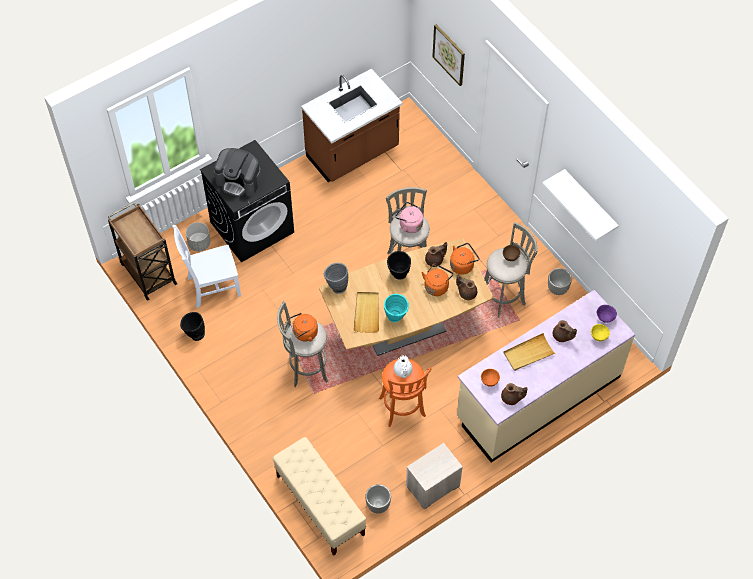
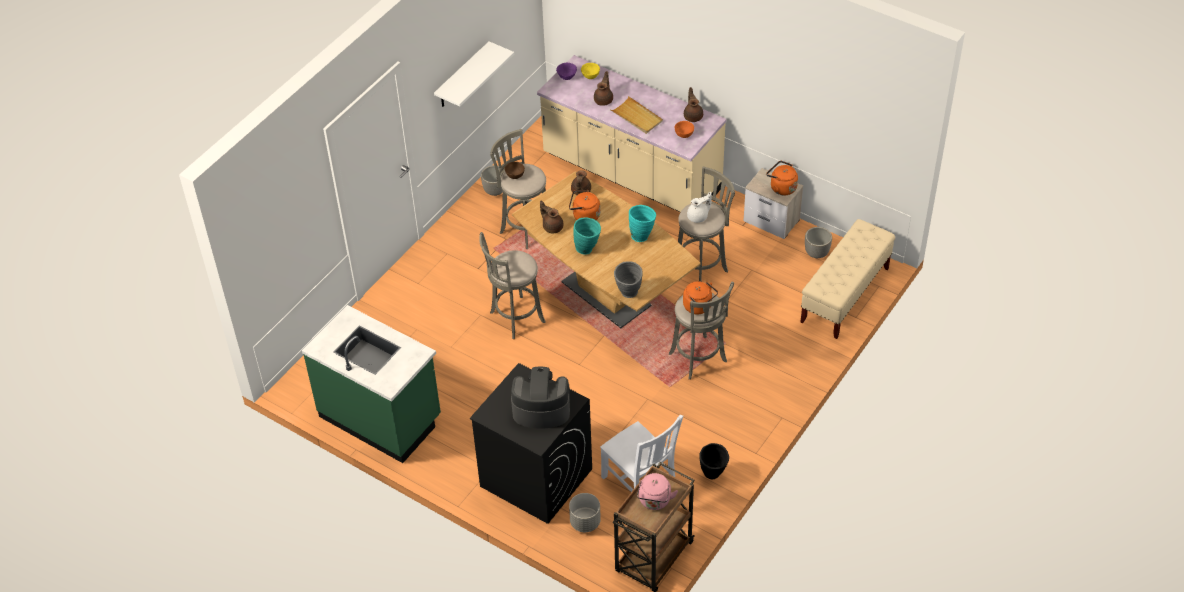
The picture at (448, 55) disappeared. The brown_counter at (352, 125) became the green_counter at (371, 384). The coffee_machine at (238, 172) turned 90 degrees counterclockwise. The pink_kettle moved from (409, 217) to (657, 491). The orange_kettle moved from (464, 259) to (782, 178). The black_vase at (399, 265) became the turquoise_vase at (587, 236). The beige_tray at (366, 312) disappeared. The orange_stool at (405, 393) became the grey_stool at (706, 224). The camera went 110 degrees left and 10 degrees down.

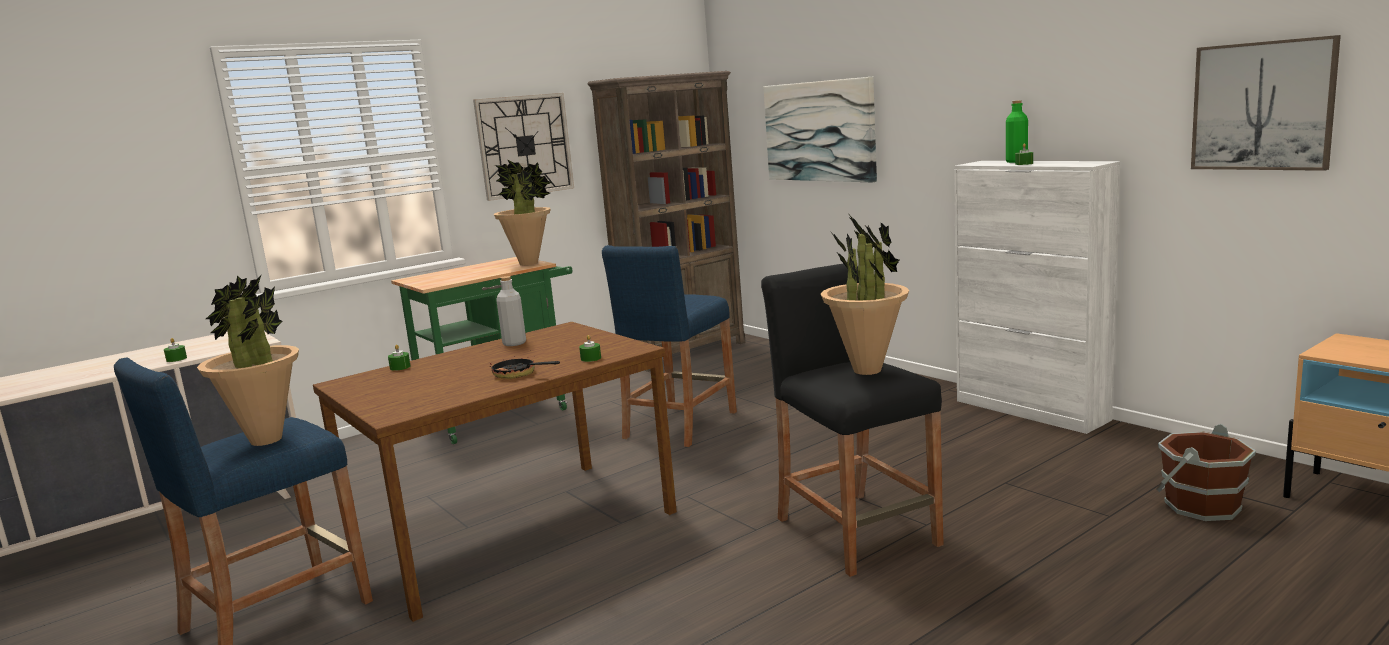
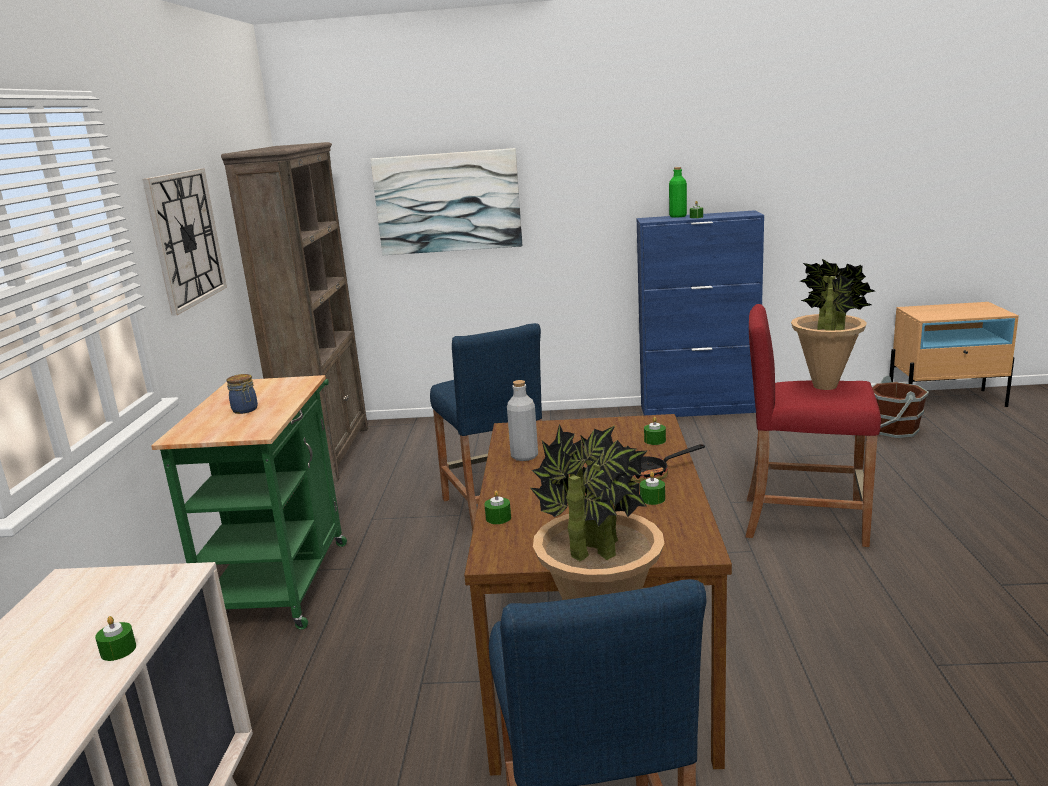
The picture at (1266, 103) disappeared. The potted_plant at (523, 213) disappeared. The white_cabinet at (1037, 297) became the blue_cabinet at (700, 313). The black_stool at (852, 420) became the red_stool at (813, 425). The jar at (242, 394) appeared. The green_candle at (652, 488) appeared. The camera went 50 degrees left and 5 degrees up.

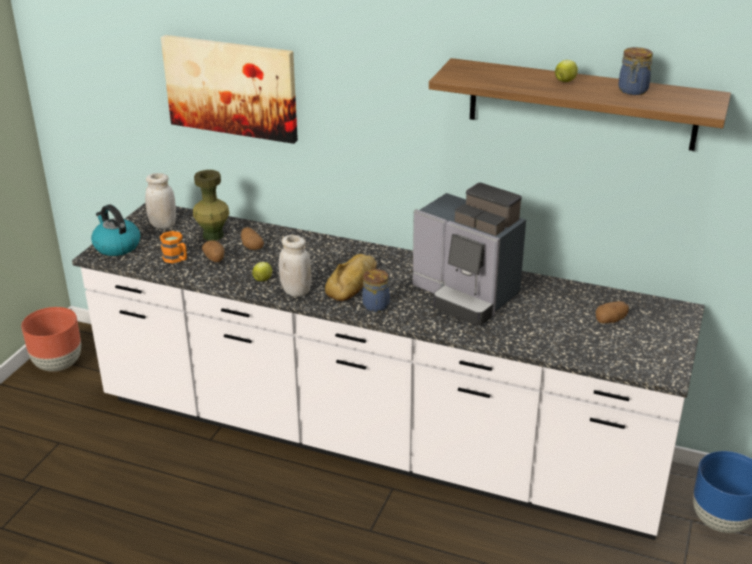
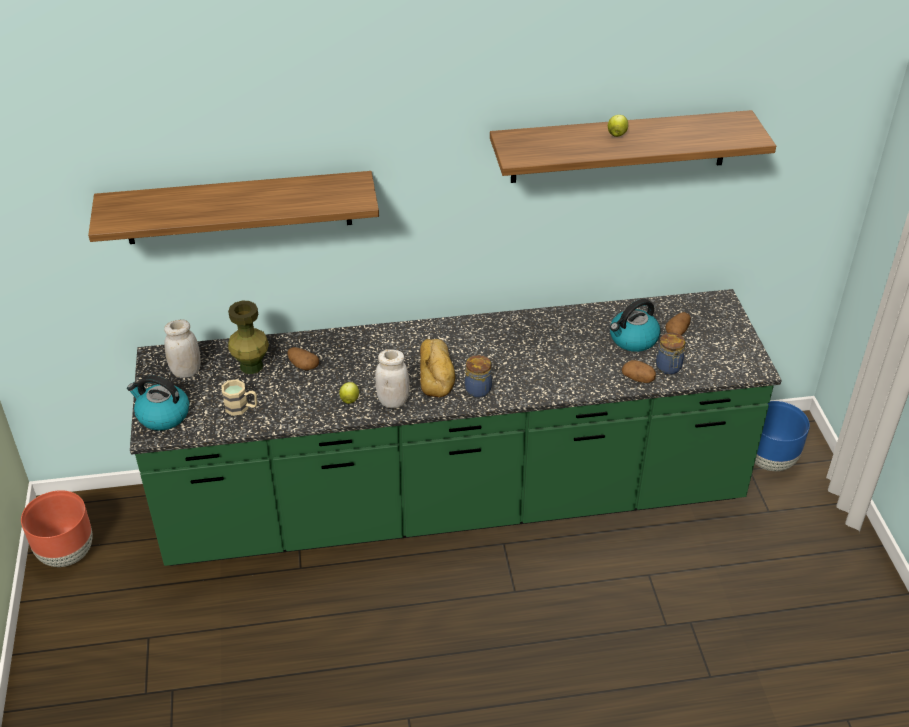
The picture at (229, 89) was replaced by the shelf at (233, 207). The jar moved from (635, 71) to (670, 354). The coffee_machine at (469, 254) disappeared. The white_counter at (388, 371) became the green_counter at (456, 427). The orange_mug at (173, 247) became the beige_mug at (239, 397). The potato moved from (213, 251) to (639, 371). The kettle at (635, 325) appeared. The camera went 30 degrees left and 10 degrees up.

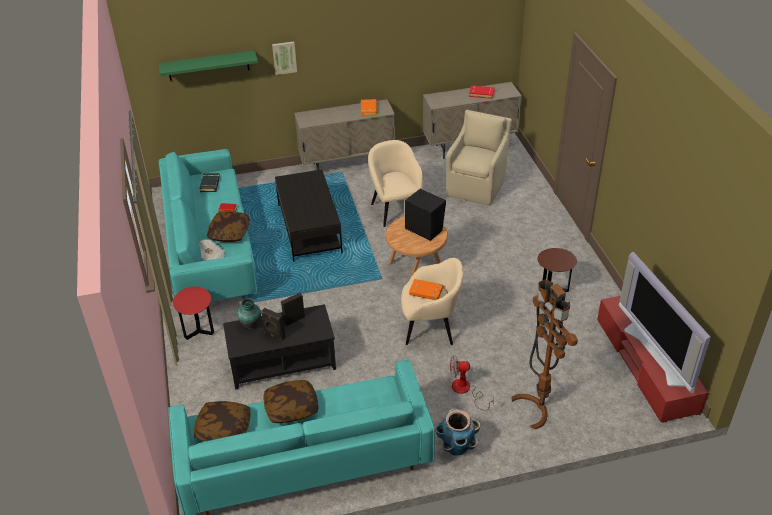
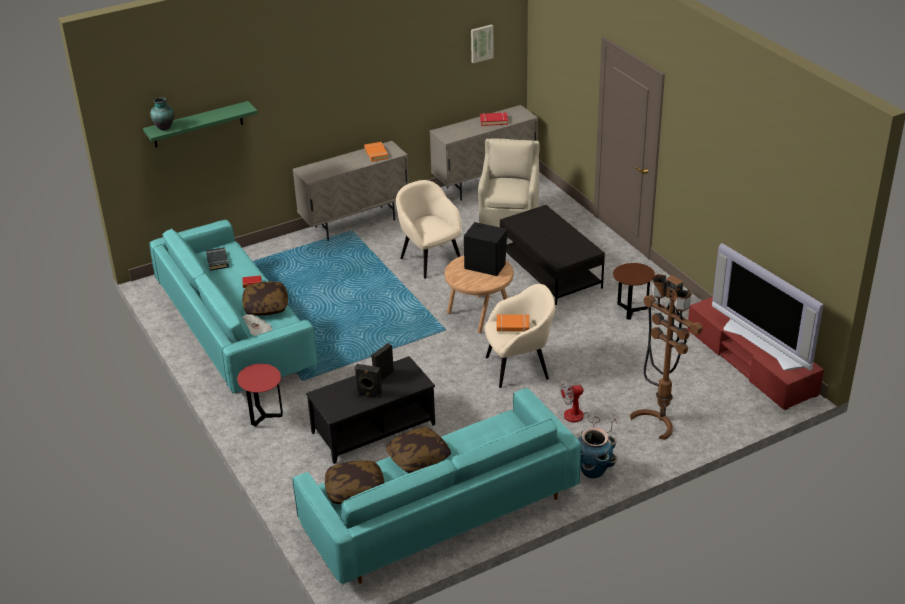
The picture moved from (284, 58) to (482, 44). The black_coffee_table moved from (309, 215) to (552, 255). The vase moved from (249, 313) to (162, 114). The camera went 15 degrees left and 5 degrees down.

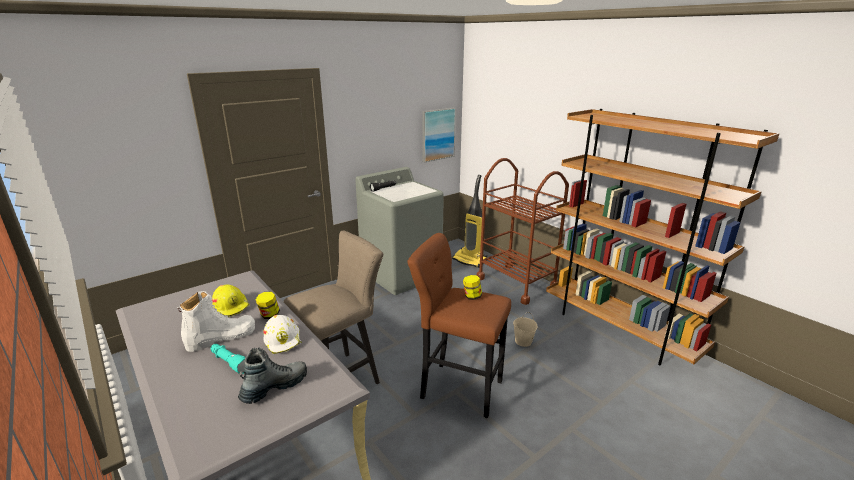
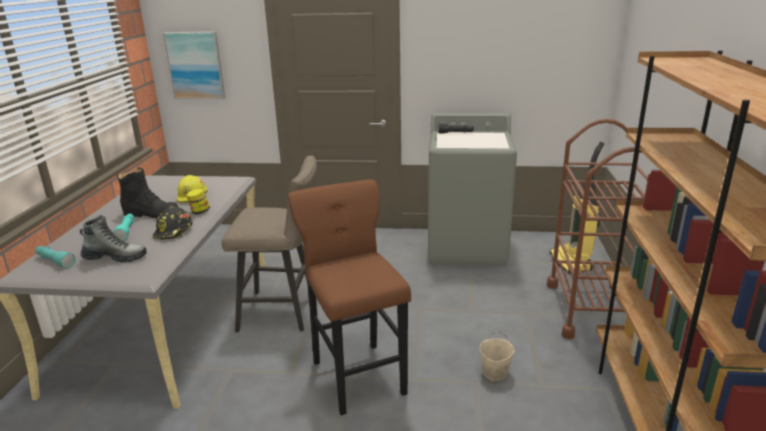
The picture moved from (439, 135) to (194, 65). The jar at (472, 287) disappeared. The white_boot at (216, 321) became the black_boot at (147, 193). The white_hard_hat at (282, 334) became the black_hard_hat at (173, 222). The turquoise_flashlight at (55, 257) appeared. The camera went 45 degrees right and 0 degrees up.

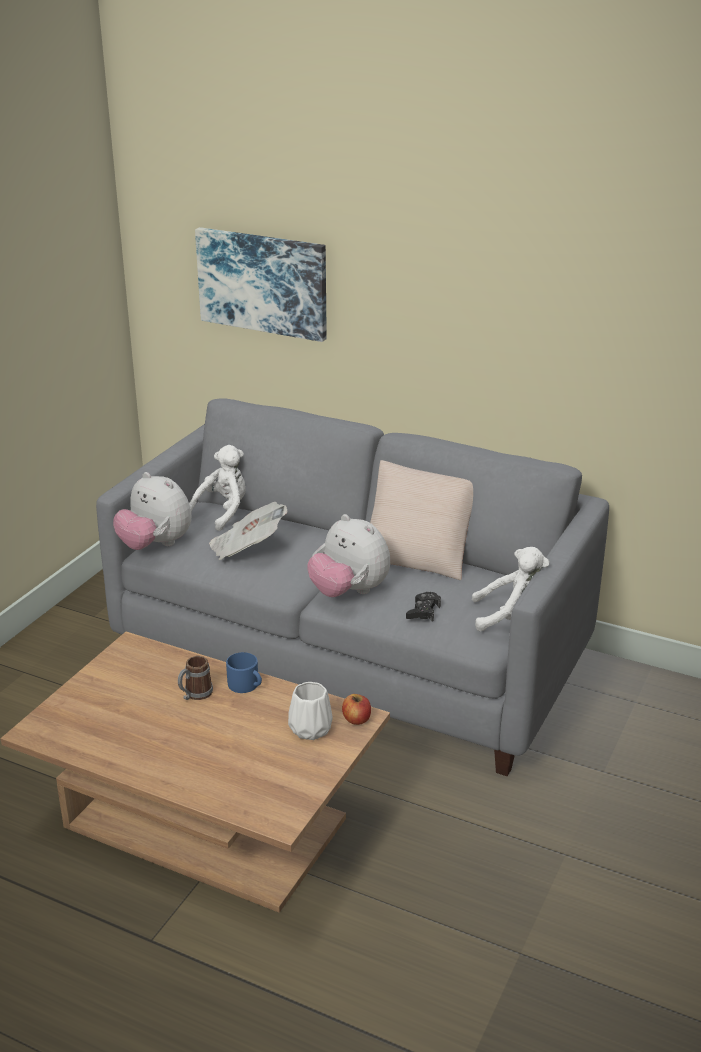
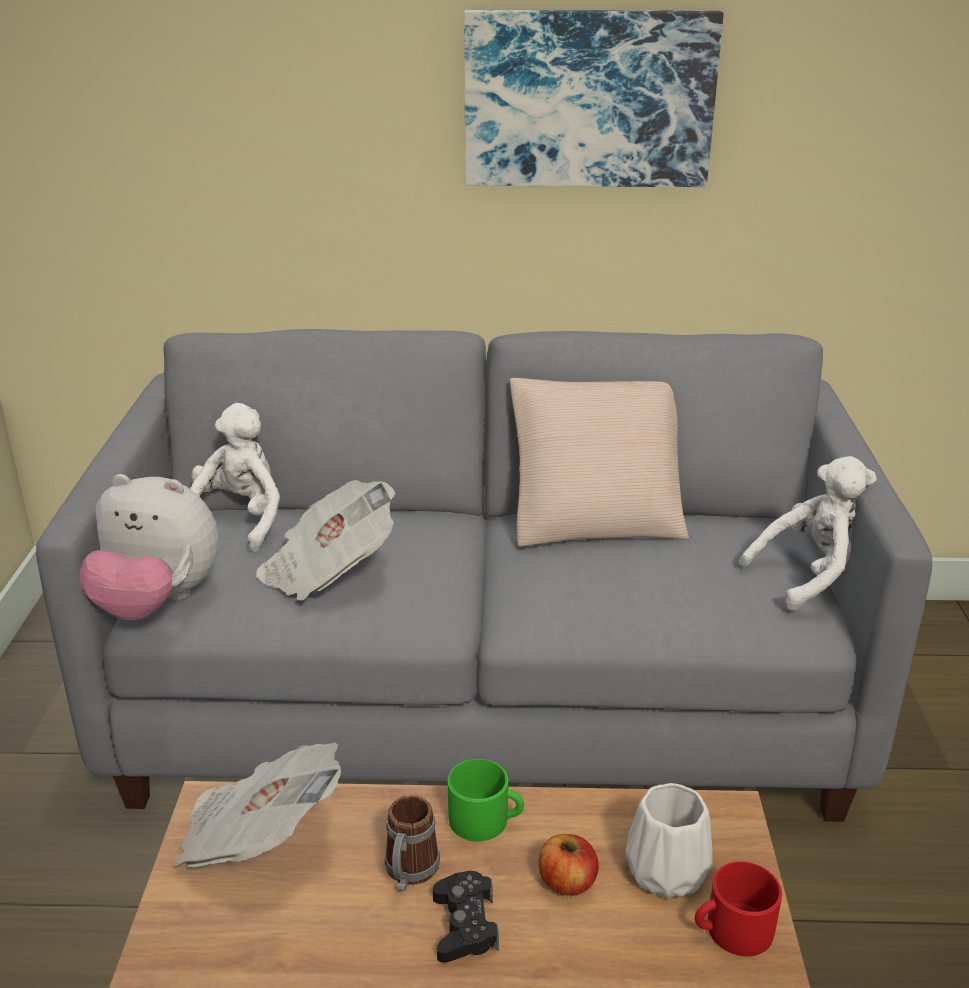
The picture moved from (261, 284) to (593, 98). The plush_toy at (348, 555) disappeared. The black_game_controller moved from (423, 607) to (466, 916). The blue_mug at (244, 672) became the green_mug at (486, 800). The apple moved from (356, 709) to (568, 865). The newspaper at (257, 805) appeared. The red_mug at (738, 909) appeared. The camera went 25 degrees left and 0 degrees up.

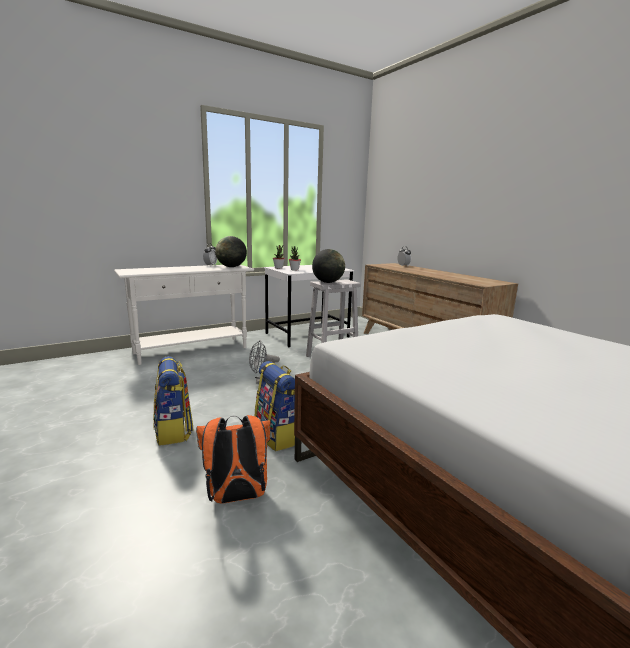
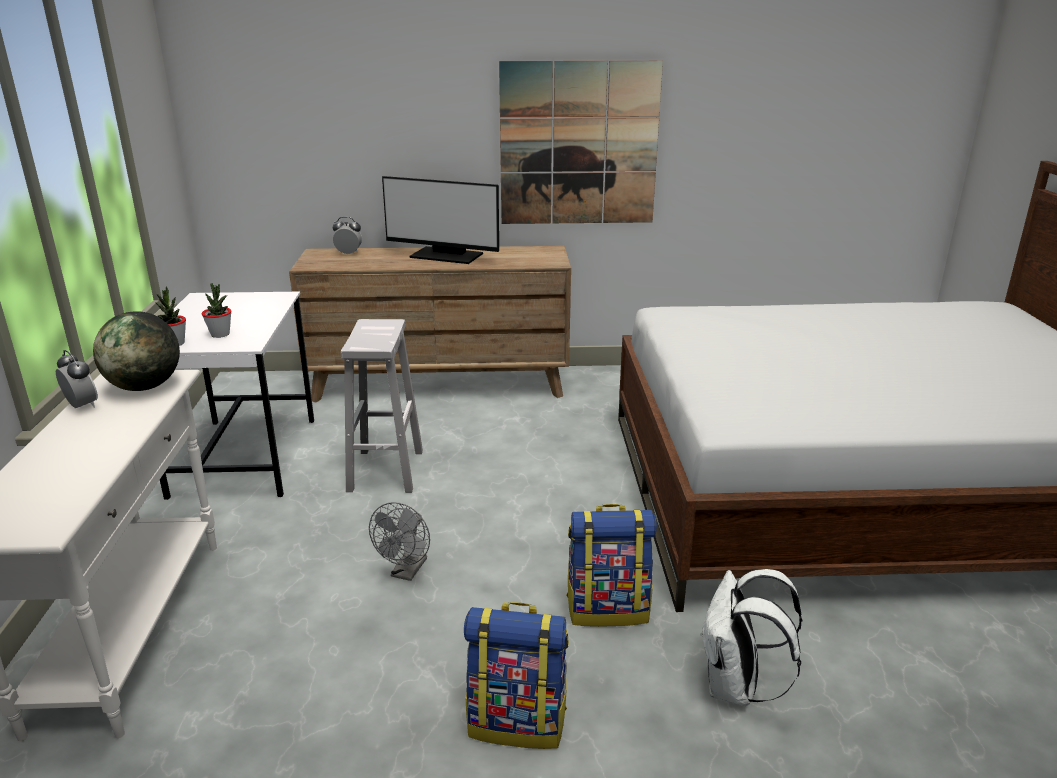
The globe at (328, 266) disappeared. The orange_backpack at (233, 459) became the white_backpack at (751, 637). The picture at (581, 142) appeared. The monitor at (440, 220) appeared. The camera went 60 degrees left and 10 degrees up.

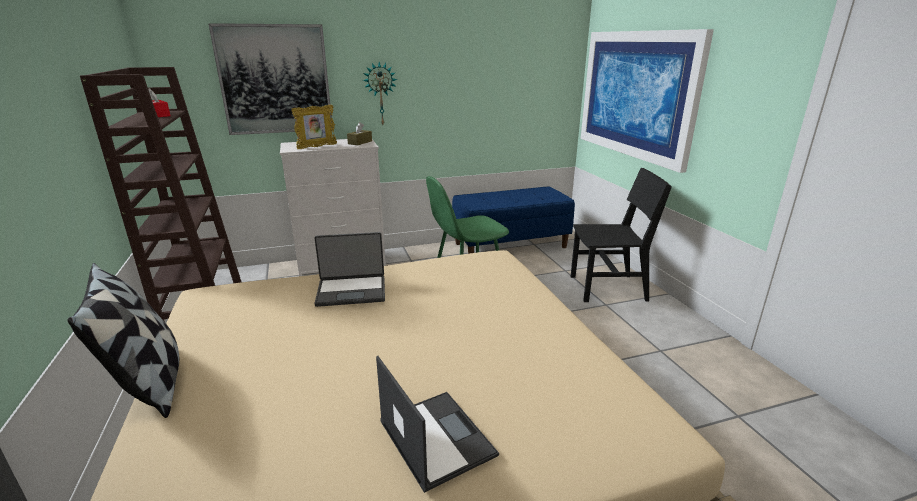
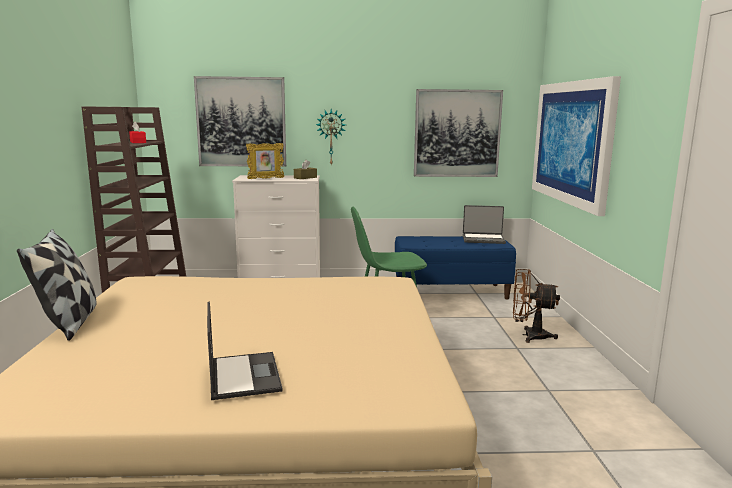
The black_chair at (621, 235) was replaced by the brown_fan at (536, 306). The laptop moved from (350, 269) to (484, 224). The picture at (458, 133) appeared. The camera went 15 degrees right and 10 degrees down.

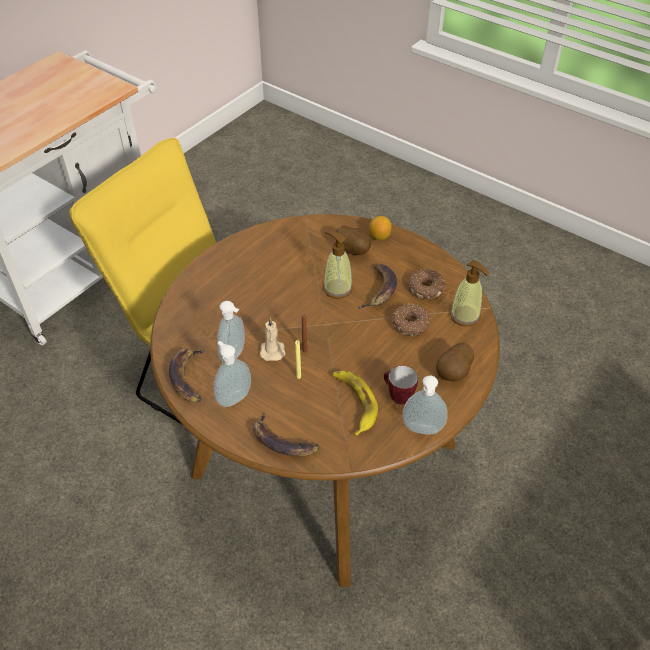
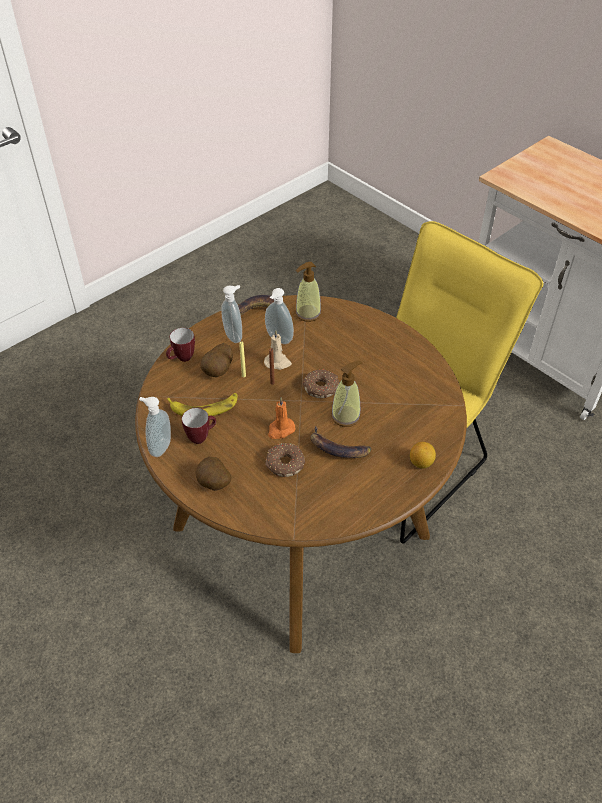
The potato moved from (354, 240) to (216, 360). The soap_dispenser moved from (469, 293) to (308, 292). The donut moved from (427, 284) to (321, 383). The banana at (286, 434) was replaced by the mug at (180, 345). The orange_candle at (281, 418) appeared. The camera went 100 degrees right and 0 degrees up.

